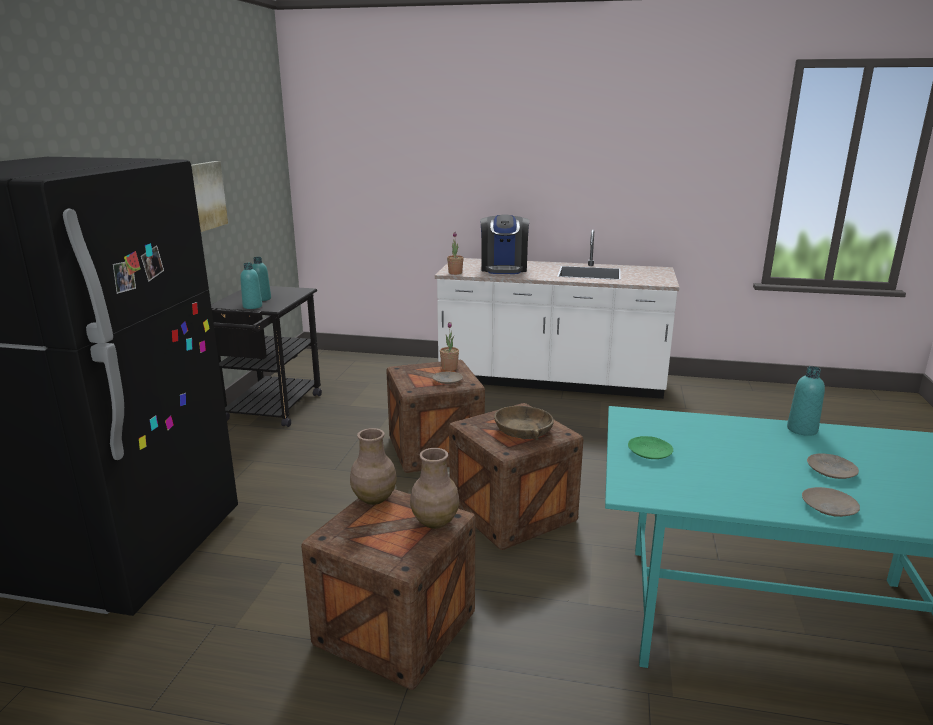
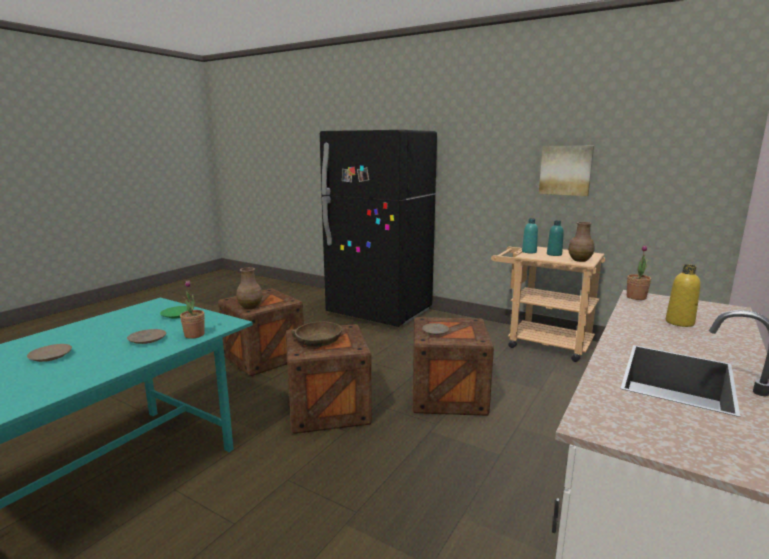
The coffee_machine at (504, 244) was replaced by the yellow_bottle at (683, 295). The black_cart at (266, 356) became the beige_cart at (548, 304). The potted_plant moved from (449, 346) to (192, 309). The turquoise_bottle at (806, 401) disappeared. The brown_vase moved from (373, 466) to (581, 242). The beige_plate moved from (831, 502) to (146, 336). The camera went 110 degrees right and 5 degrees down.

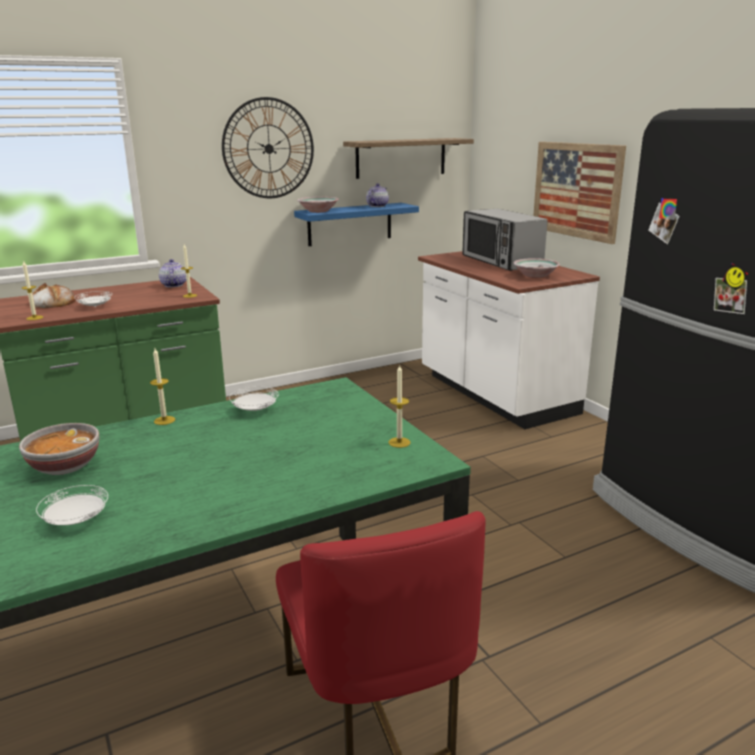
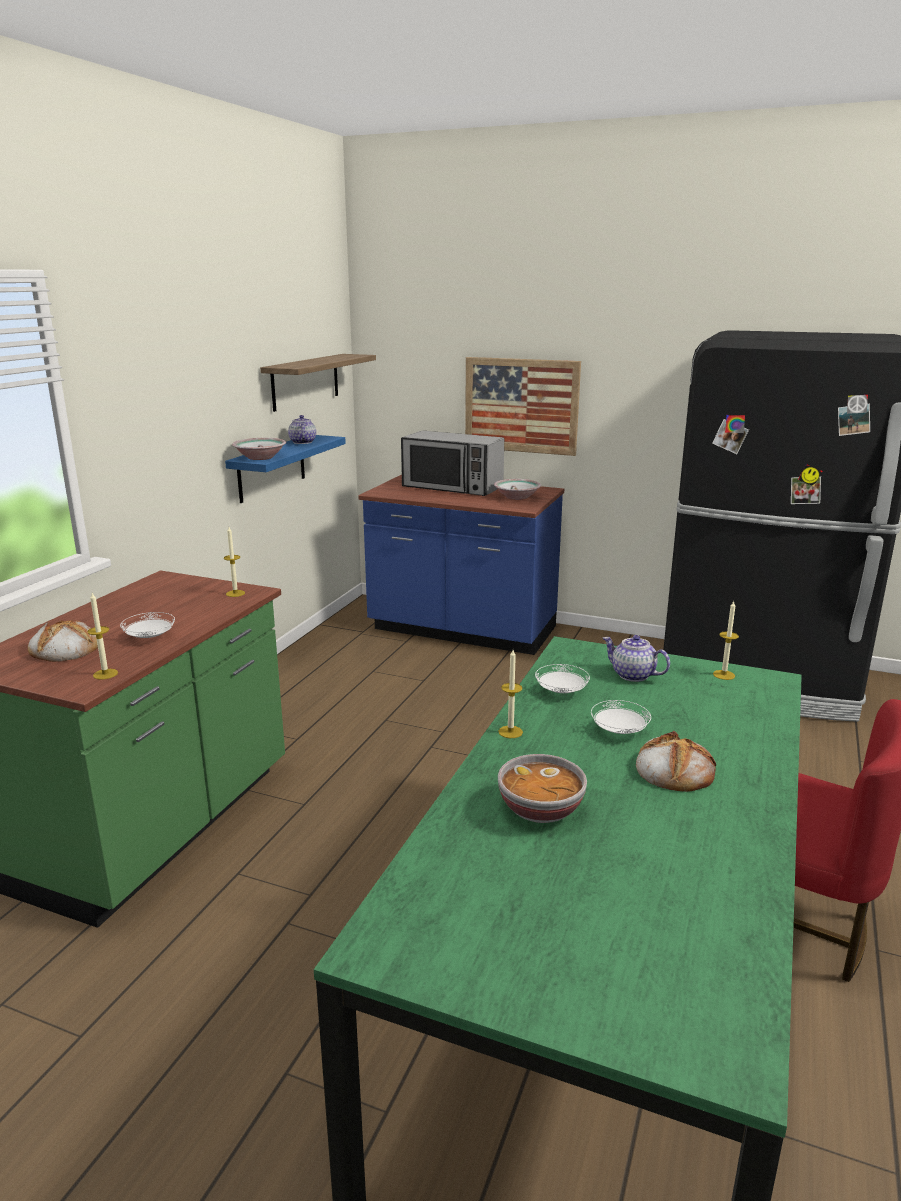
The wall_clock at (268, 147) disappeared. The white_counter at (509, 340) became the blue_counter at (461, 565). The teapot moved from (172, 273) to (636, 658). The white_plate moved from (72, 505) to (621, 717). The bread at (676, 761) appeared. The camera went 40 degrees left and 0 degrees up.

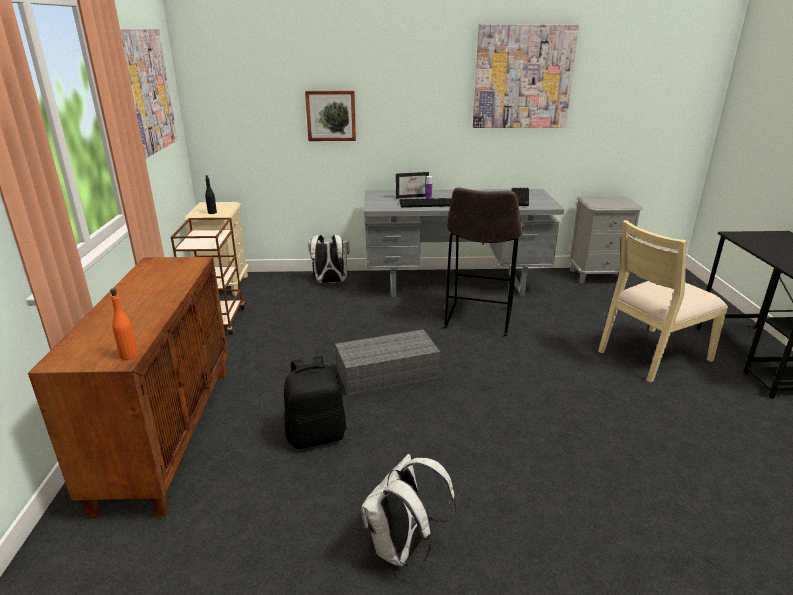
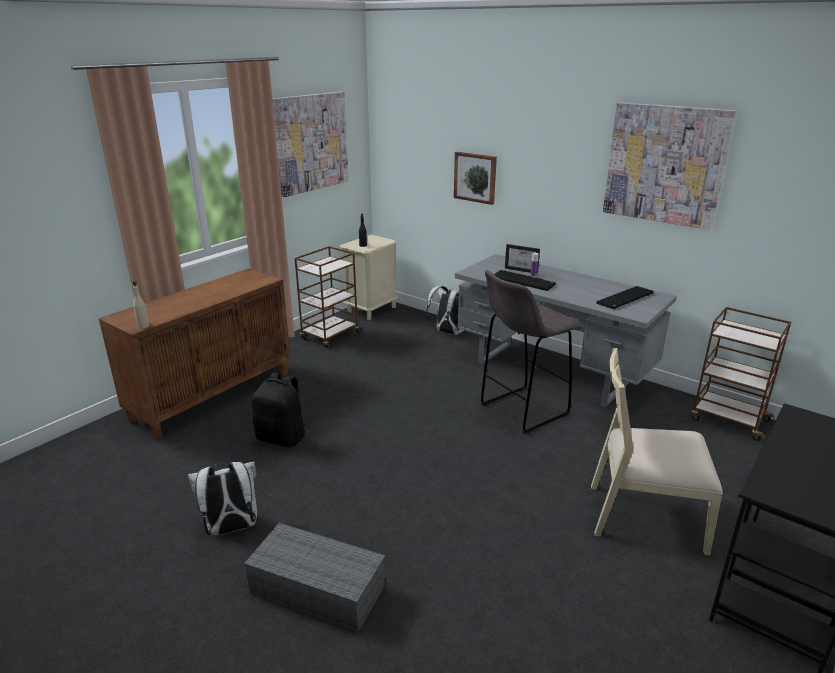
The grey_nightstand at (605, 240) was replaced by the brown_cart at (741, 374). The orange_bottle at (124, 324) became the beige_bottle at (141, 304). The grey_storage_box moved from (387, 362) to (314, 578). The camera went 40 degrees right and 0 degrees up.

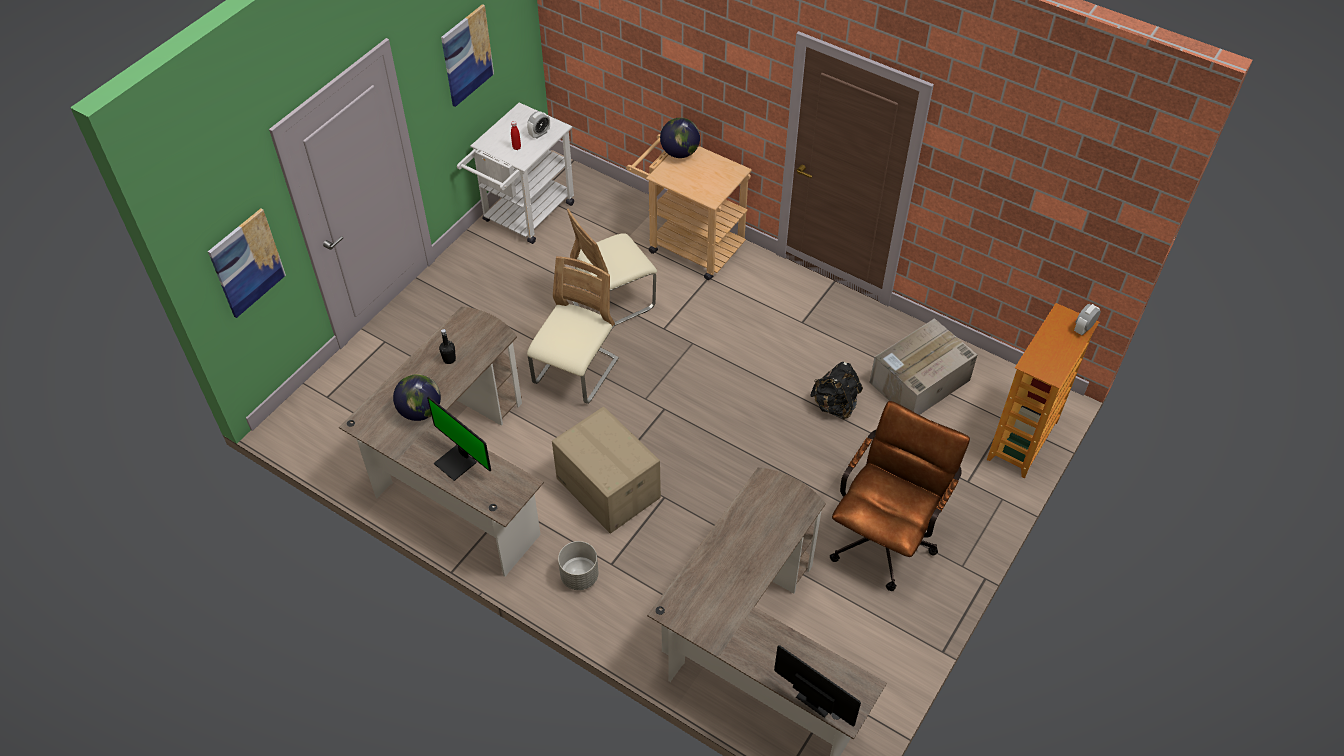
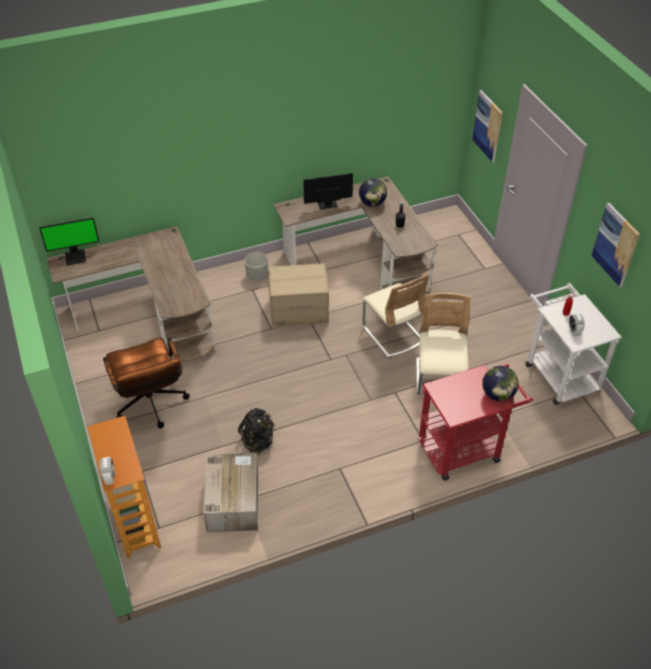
The beige_cart at (689, 207) became the red_cart at (475, 422). The camera went 125 degrees right and 5 degrees down.

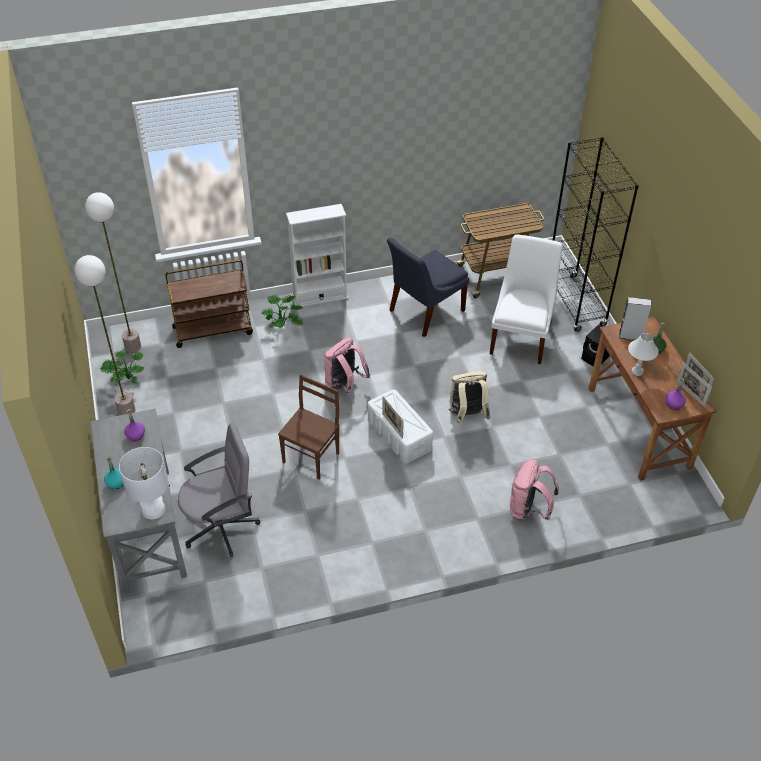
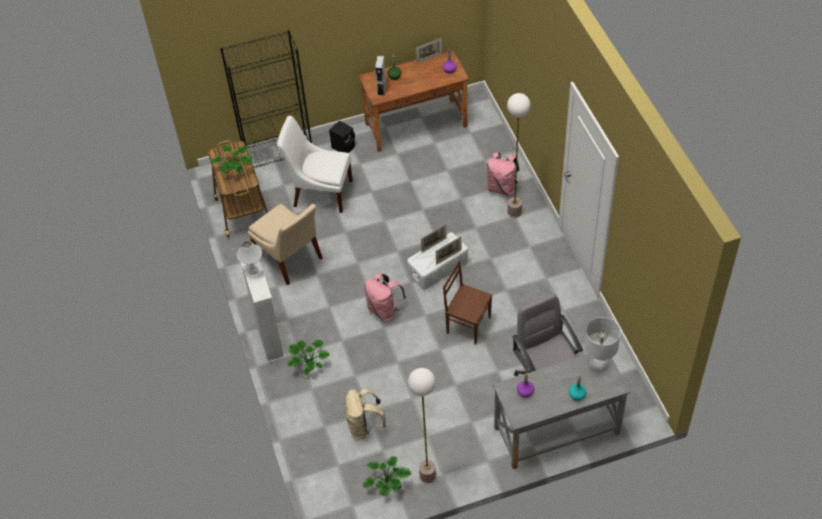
The floor_lamp moved from (113, 272) to (519, 155). The blue_chair at (428, 287) became the beige_chair at (285, 244). The brown_cart at (209, 304) disappeared. The white_table_lamp moved from (643, 354) to (249, 257). The picture_frame moved from (694, 385) to (434, 238). The beige_backpack moved from (469, 397) to (365, 414). The potted_plant at (232, 159) appeared. The camera went 90 degrees left and 5 degrees up.

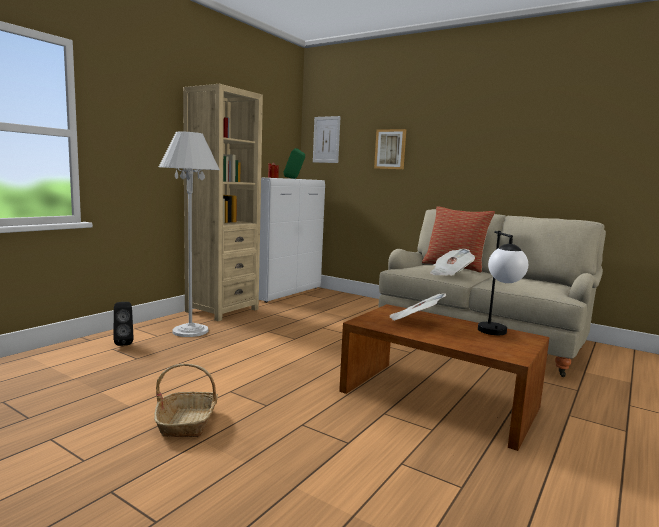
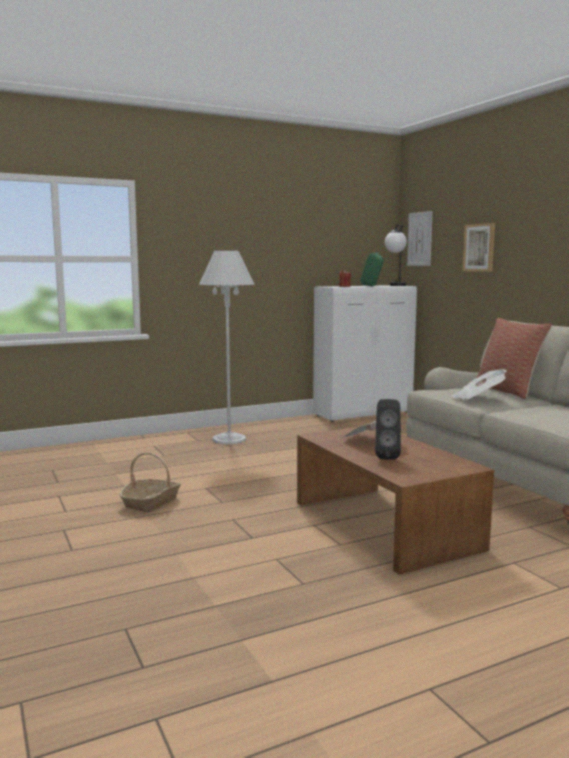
The beige_bookcase at (223, 202) disappeared. The table_lamp moved from (503, 283) to (396, 255). The black_speaker moved from (124, 324) to (388, 429). The camera went 30 degrees right and 0 degrees up.

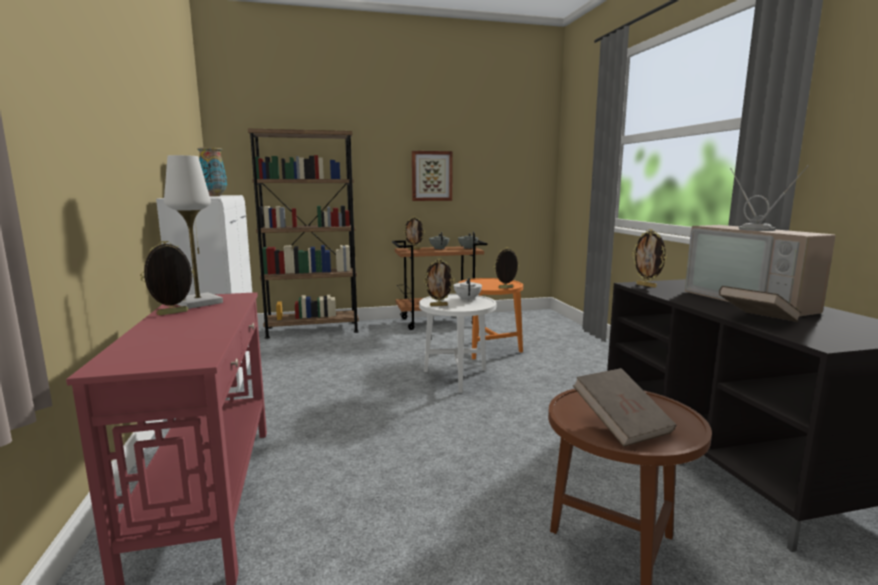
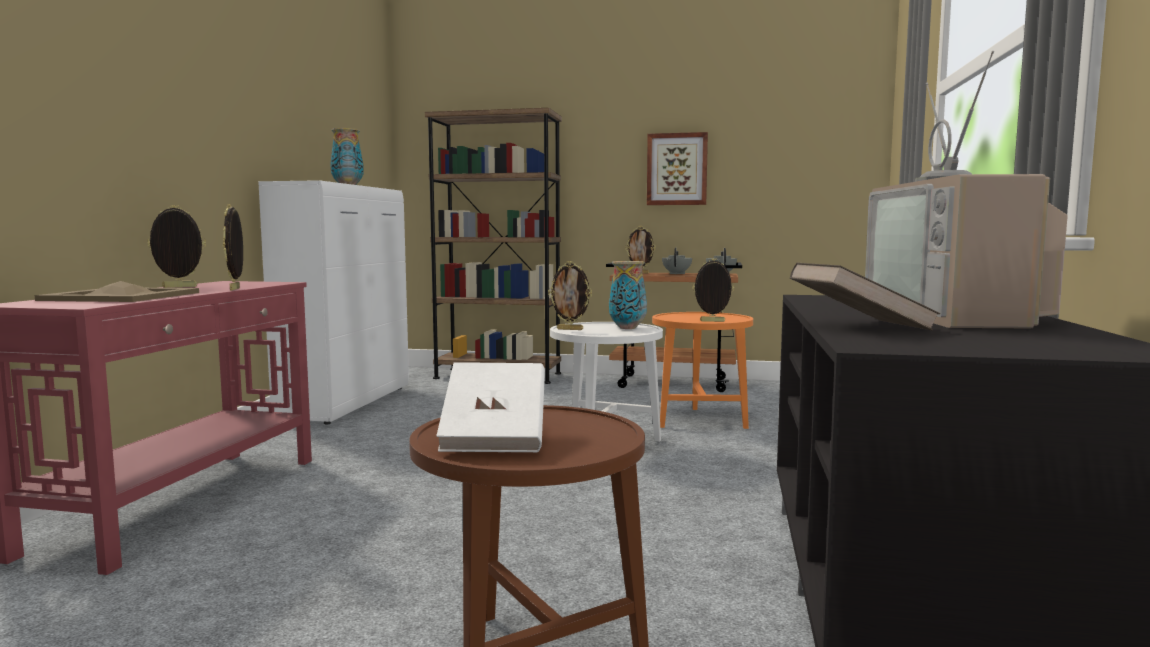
The white_table_lamp at (193, 232) disappeared. The picture_frame moved from (649, 258) to (233, 247). The white_teapot at (468, 289) was replaced by the vase at (628, 295). The brown_book at (624, 407) became the white_book at (490, 407). The beige_tray at (117, 291) appeared. The camera went 25 degrees right and 5 degrees down.

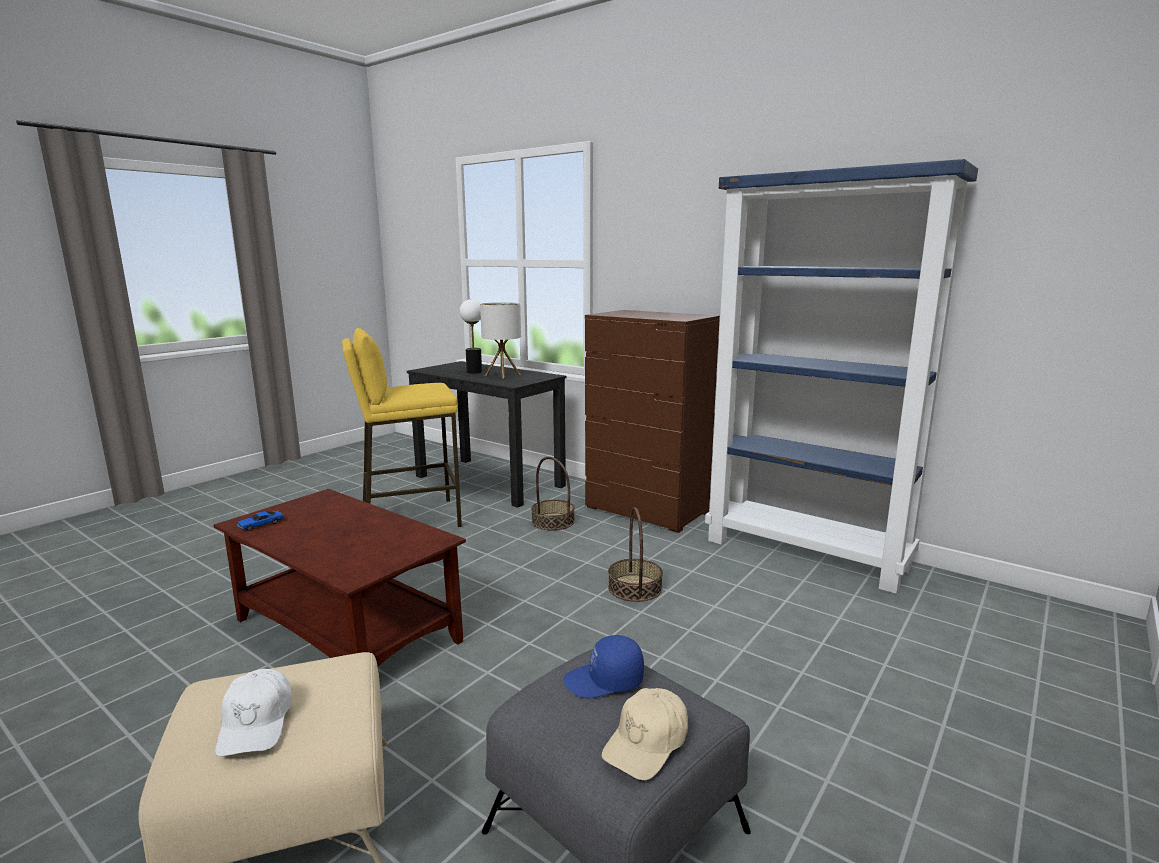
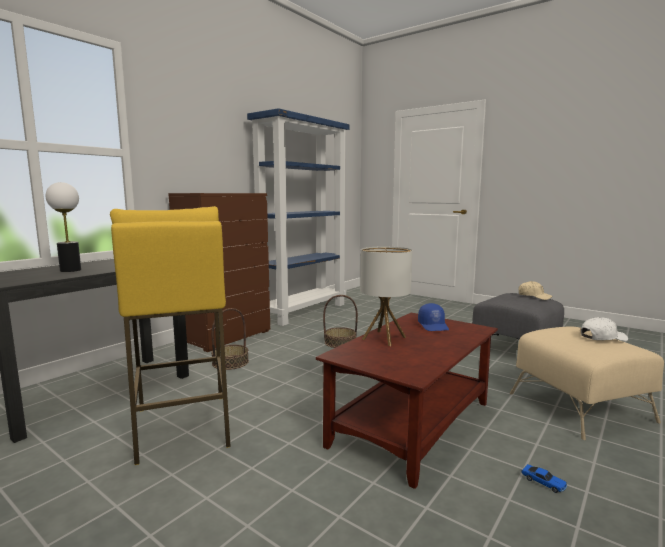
The table_lamp moved from (500, 340) to (386, 296). The toy_car moved from (260, 521) to (544, 478). The blue_cap moved from (604, 666) to (433, 317). The camera went 90 degrees left and 5 degrees down.

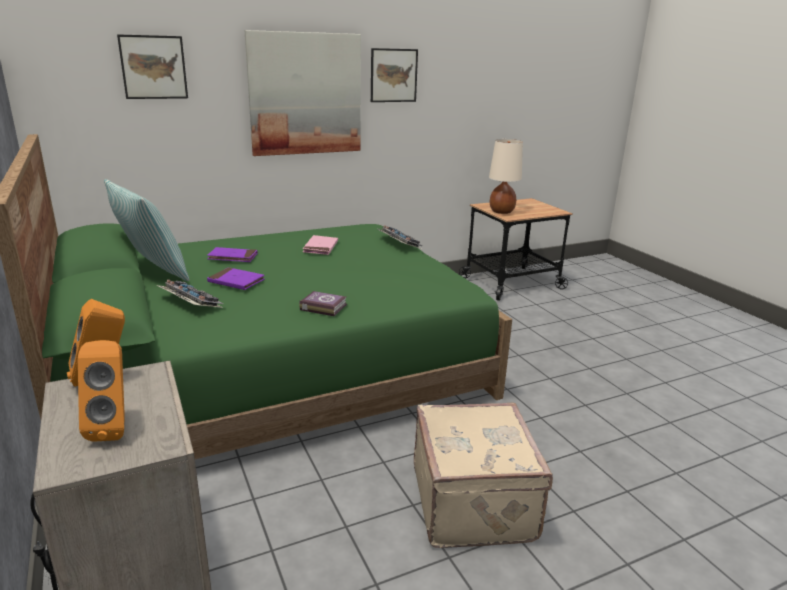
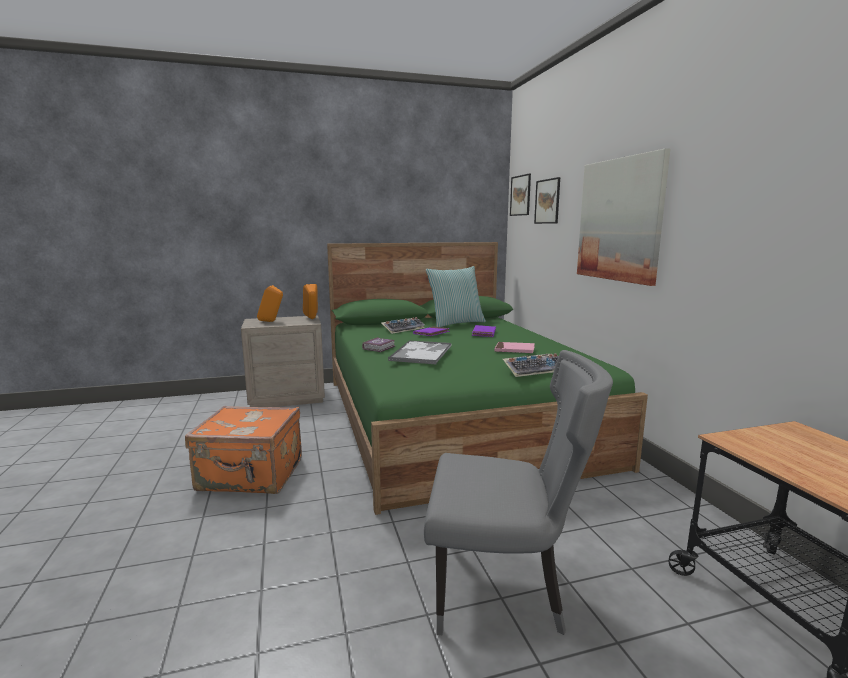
The picture moved from (394, 75) to (520, 194). The beige_table_lamp at (506, 176) disappeared. The beige_suitcase at (483, 475) became the orange_suitcase at (243, 450). The tray at (419, 352) appeared. The grey_chair at (518, 492) appeared. The camera went 100 degrees right and 10 degrees down.

